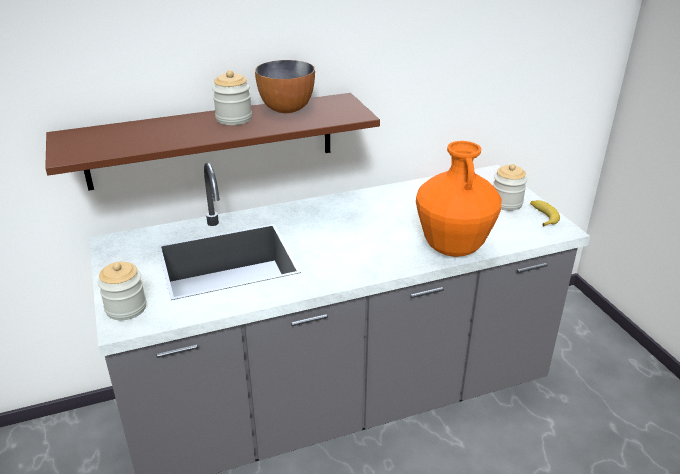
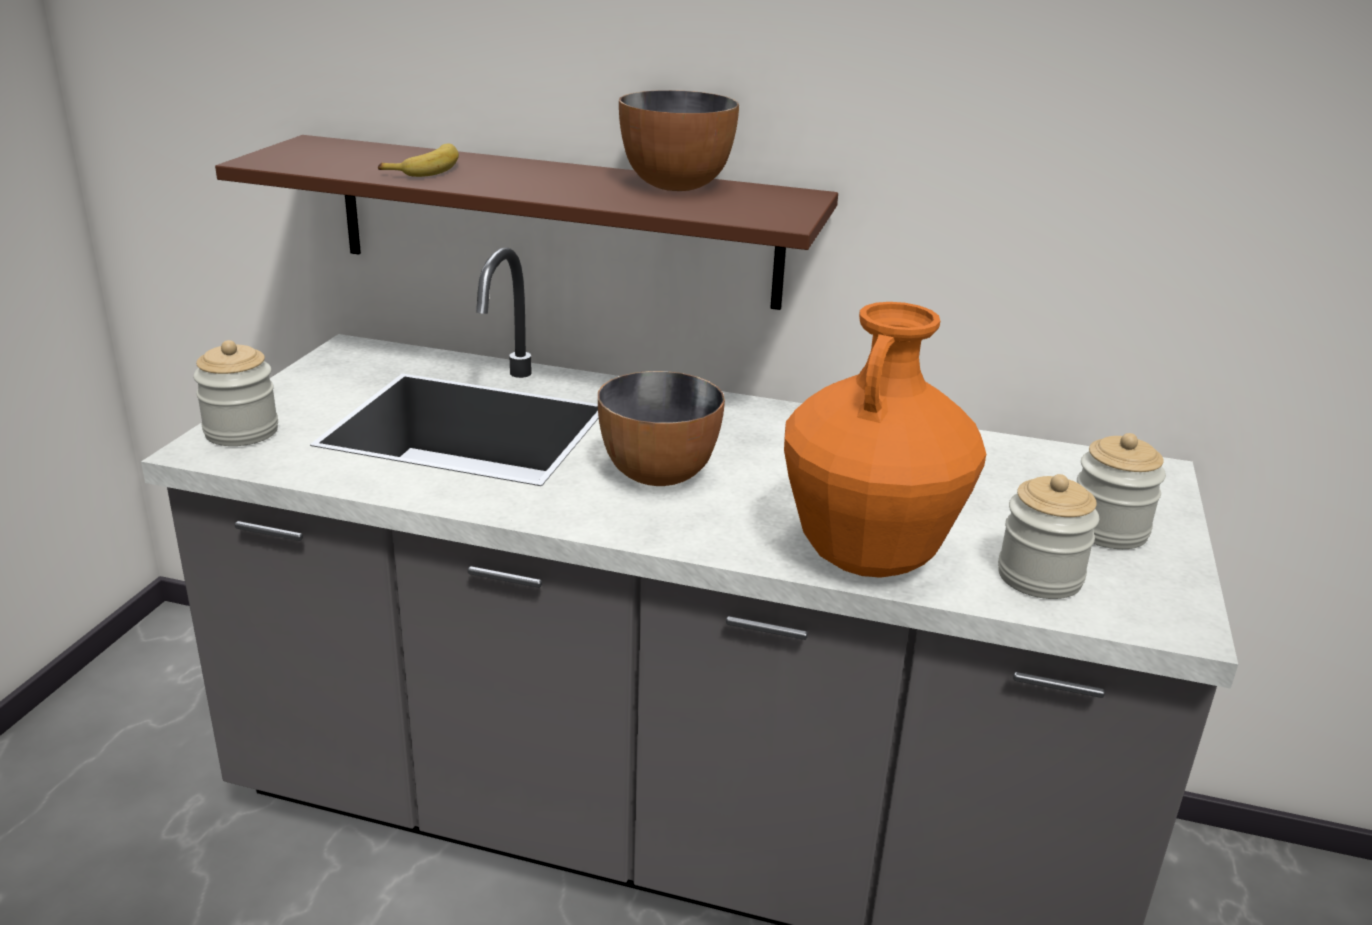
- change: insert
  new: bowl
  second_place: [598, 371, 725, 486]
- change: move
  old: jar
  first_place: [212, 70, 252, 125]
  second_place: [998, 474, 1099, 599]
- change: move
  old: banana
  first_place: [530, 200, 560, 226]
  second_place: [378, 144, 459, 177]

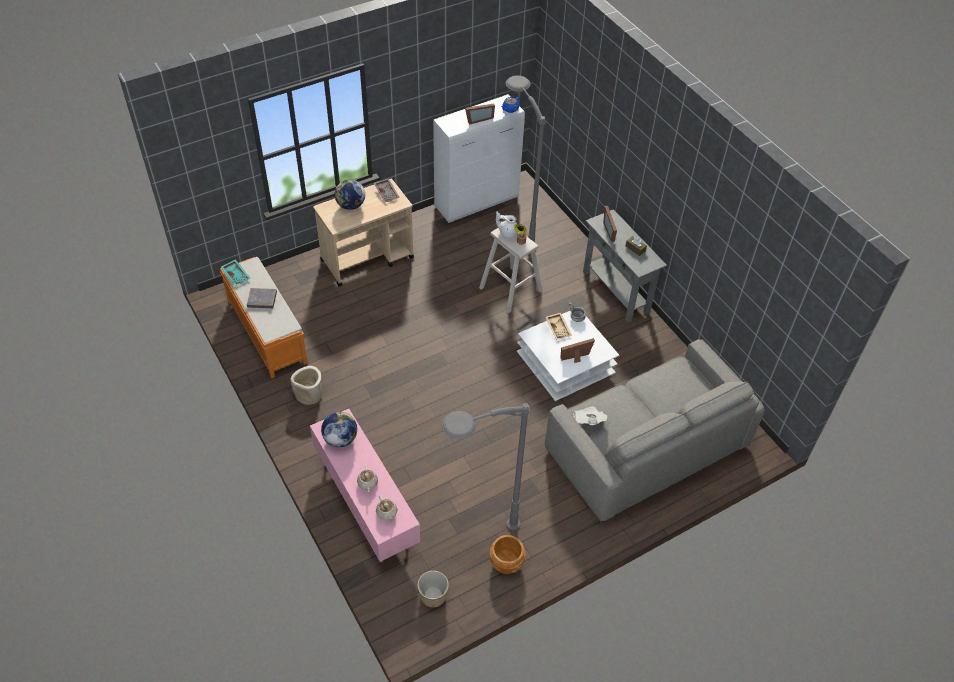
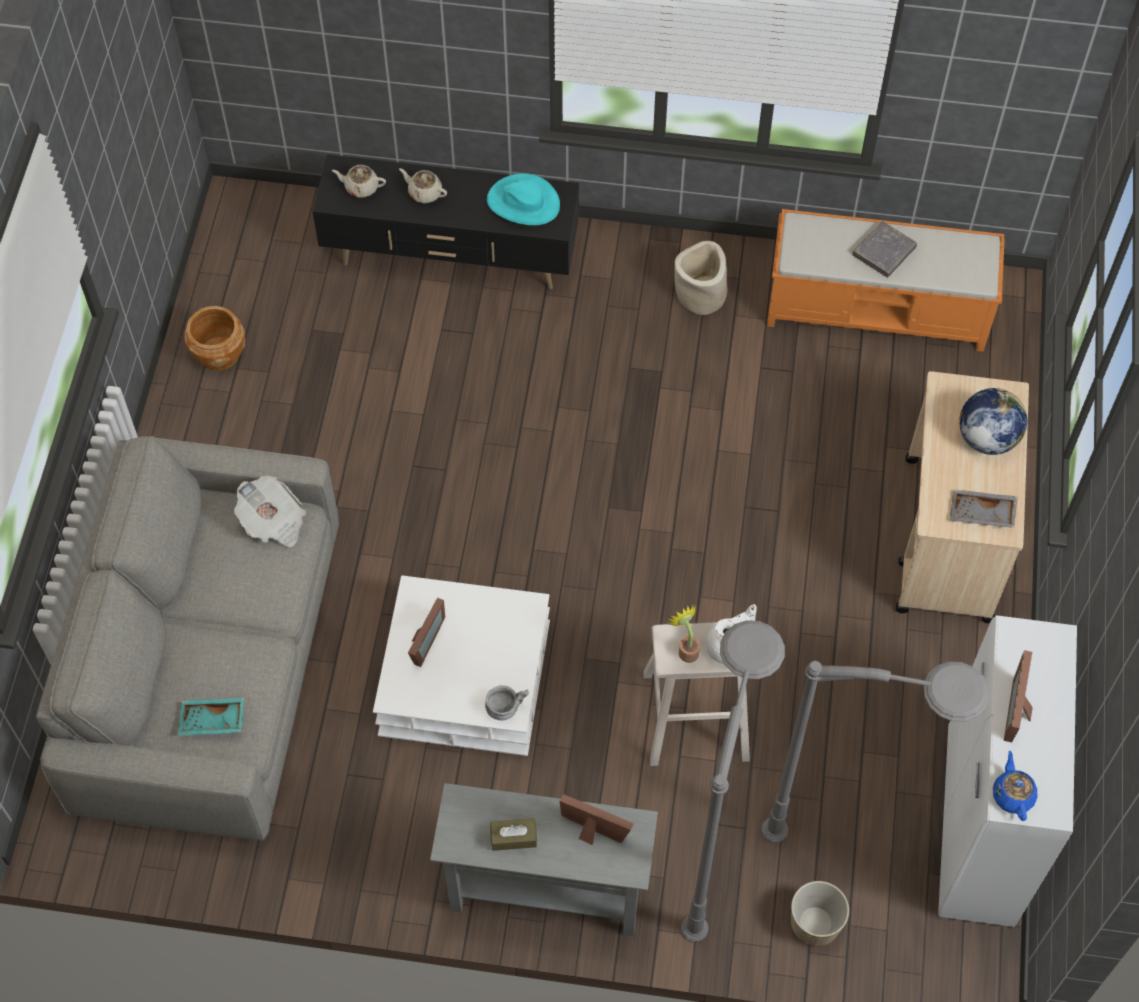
- change: delete
  old: beige tray
  first_place: [545, 312, 572, 340]
- change: move
  old: turquoise tray
  first_place: [221, 259, 250, 286]
  second_place: [178, 697, 244, 736]
- change: move
  old: planter
  first_place: [417, 571, 449, 608]
  second_place: [791, 881, 849, 946]
- change: move
  old: grey floor lamp
  first_place: [442, 403, 530, 530]
  second_place: [681, 620, 785, 942]
- change: replace
  old: globe
  new: turquoise hat
  first_place: [321, 412, 357, 448]
  second_place: [487, 173, 560, 225]
- change: recolor
  old: pink tv stand
  new: black tv stand
  first_place: [310, 409, 420, 563]
  second_place: [312, 154, 579, 290]

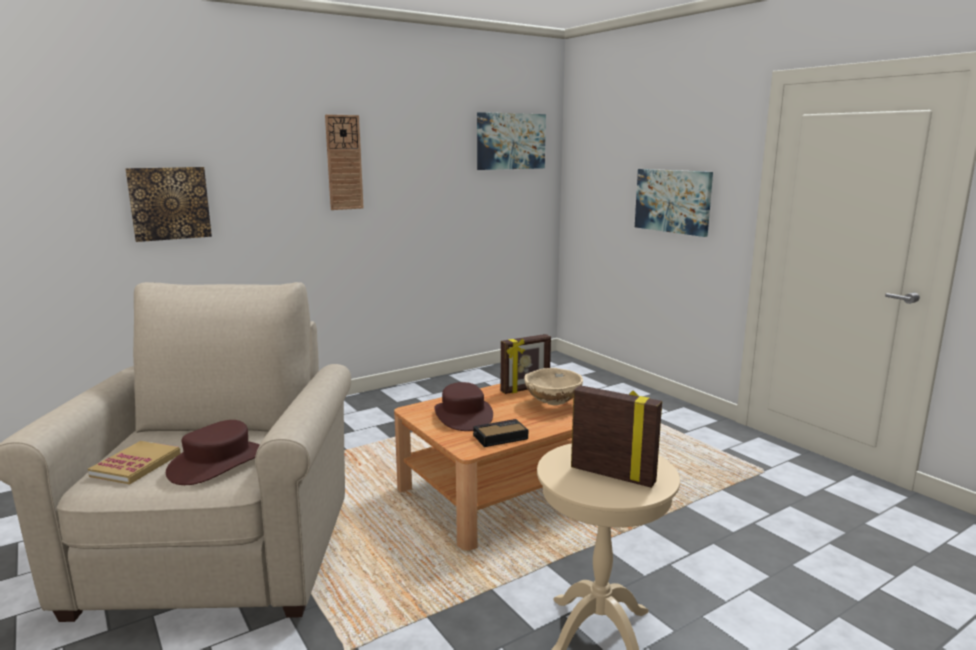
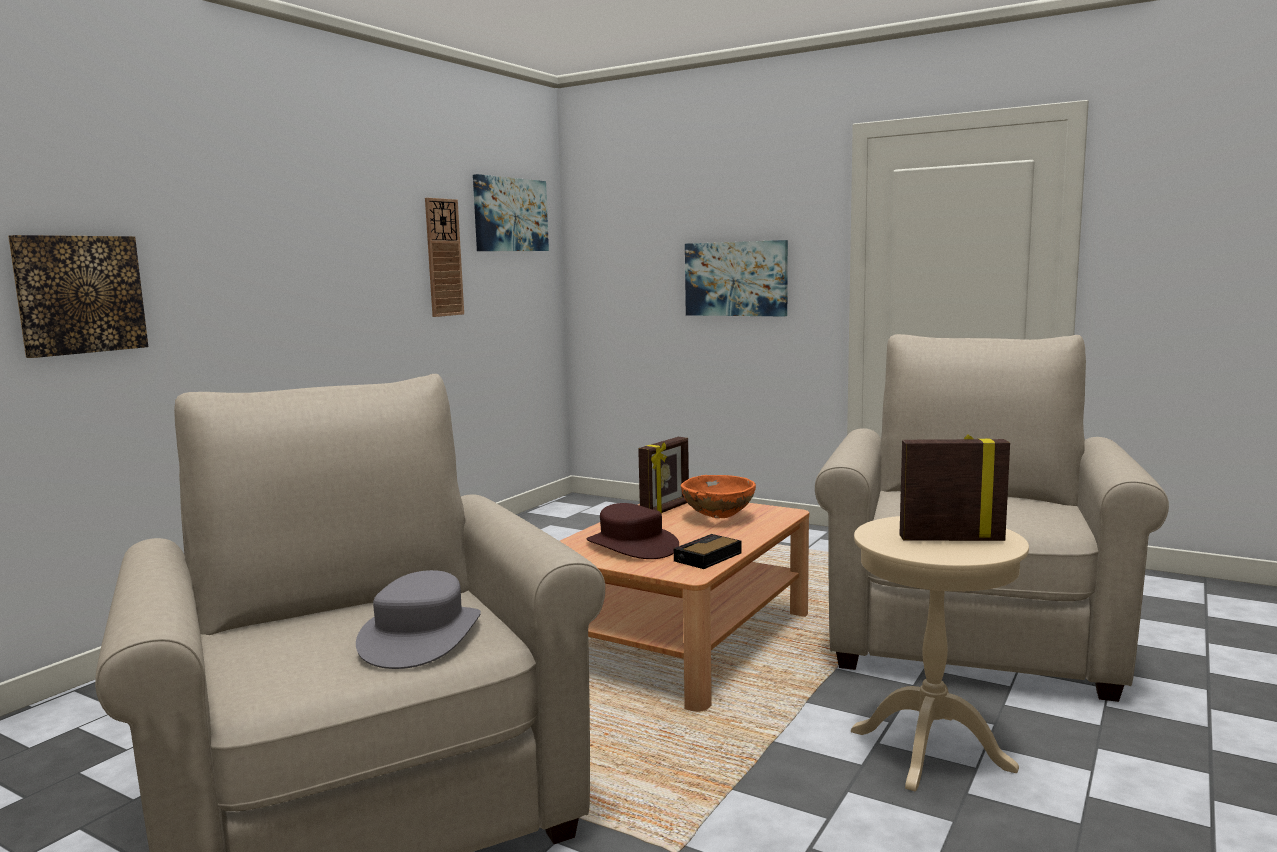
- change: delete
  old: book
  first_place: [88, 441, 181, 484]
- change: insert
  new: beige armchair
  second_place: [815, 334, 1169, 702]
- change: move
  old: wall clock
  first_place: [325, 114, 364, 210]
  second_place: [425, 198, 464, 317]
- change: recolor
  old: brown hat
  new: grey hat
  first_place: [166, 420, 260, 485]
  second_place: [356, 570, 481, 669]
- change: recolor
  old: beige bowl
  new: orange bowl
  first_place: [524, 368, 583, 405]
  second_place: [681, 475, 756, 518]

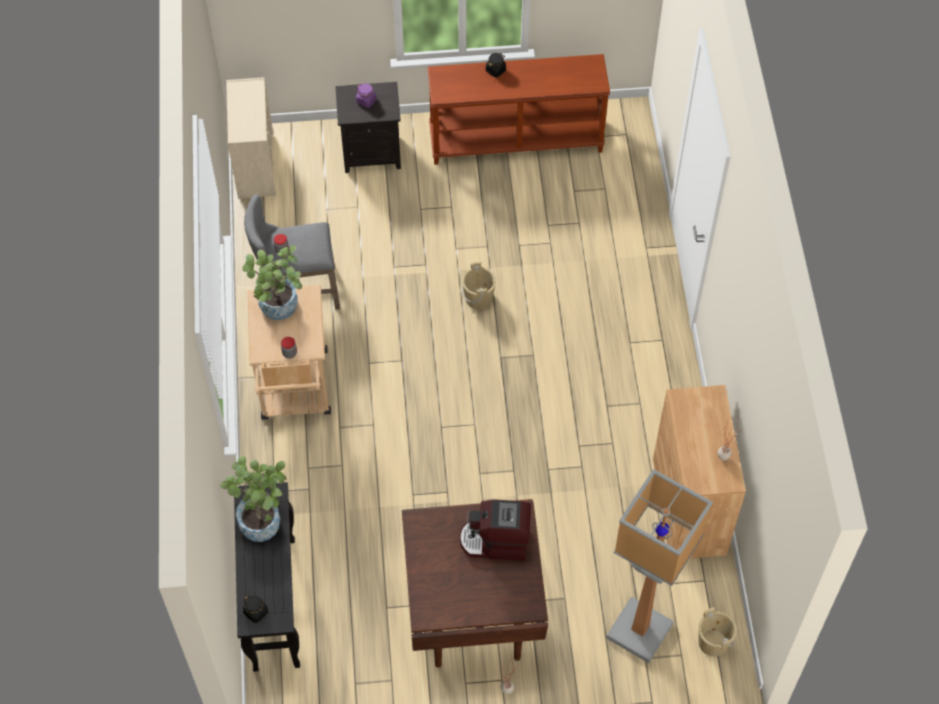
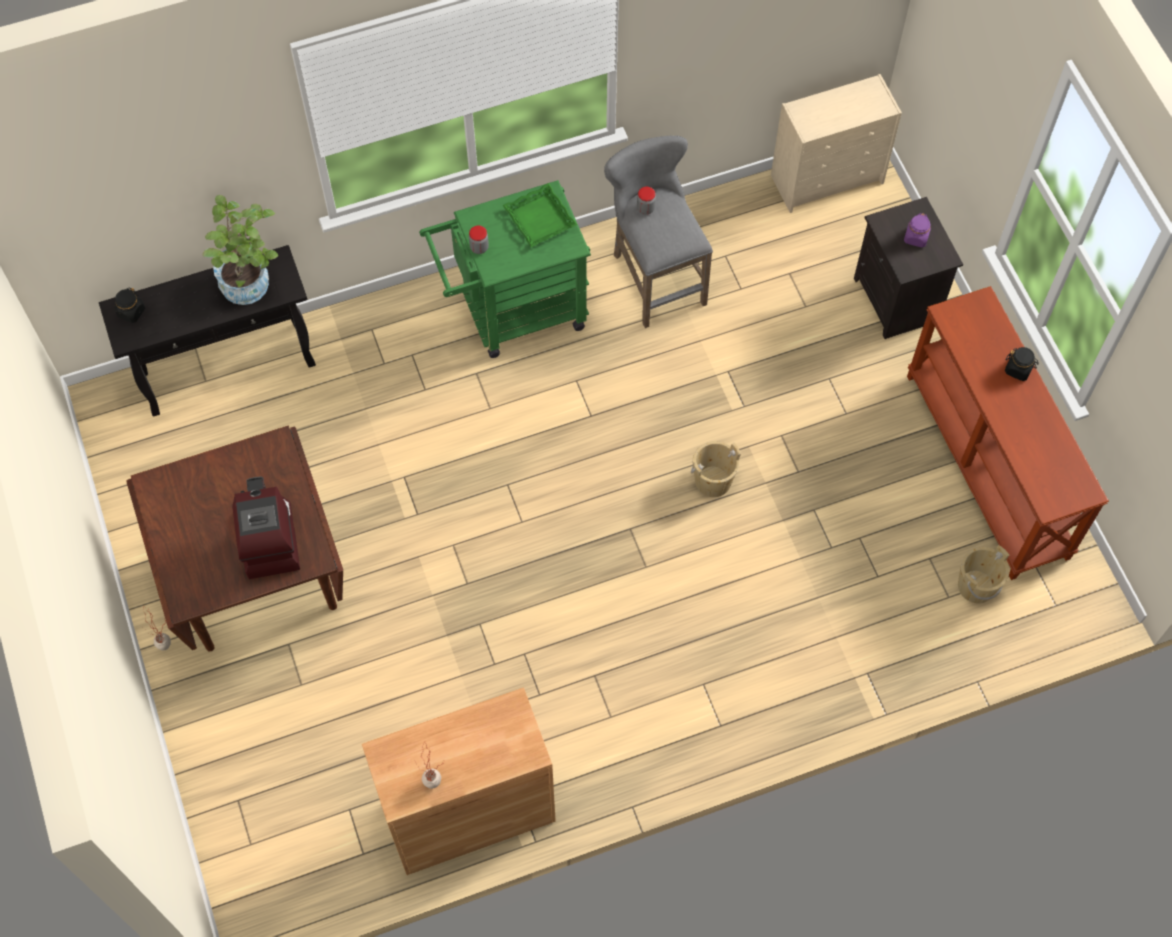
- change: delete
  old: floor lamp
  first_place: [606, 469, 713, 663]
- change: move
  old: beige bucket
  first_place: [698, 607, 737, 657]
  second_place: [958, 545, 1009, 603]
- change: replace
  old: potted plant
  new: green tray
  first_place: [242, 245, 302, 320]
  second_place: [502, 183, 578, 247]
- change: recolor
  old: beige cart
  new: green cart
  first_place: [247, 285, 331, 419]
  second_place: [419, 180, 591, 358]

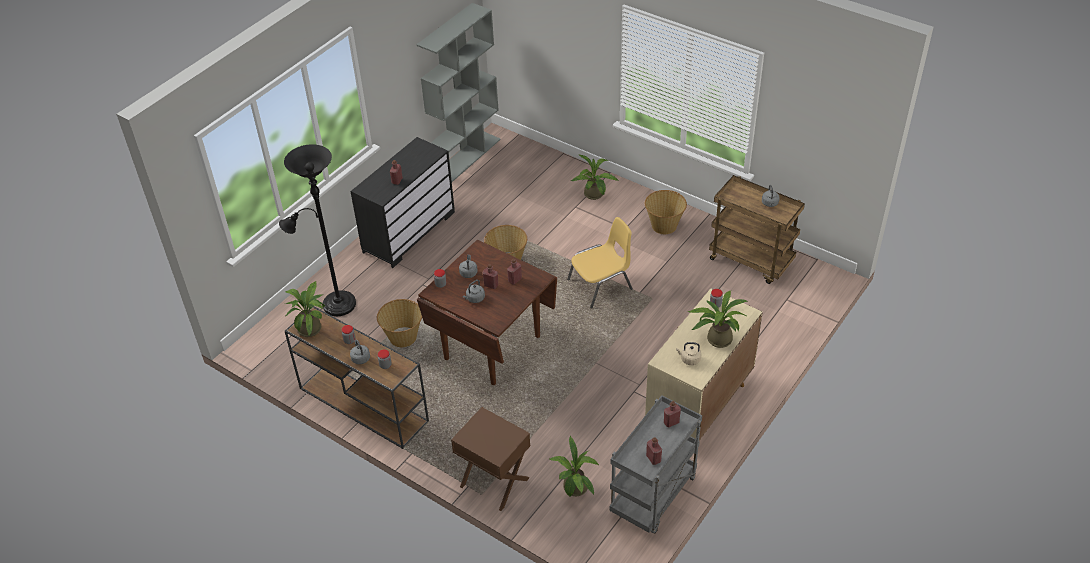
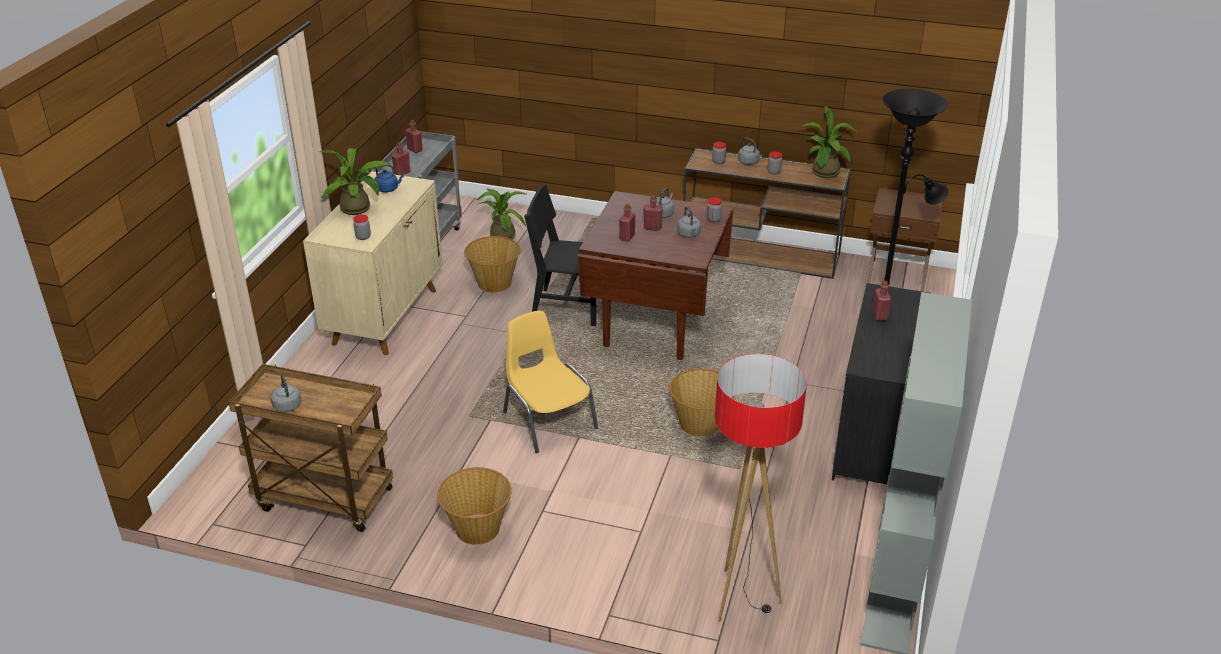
- change: delete
  old: potted plant
  first_place: [571, 155, 619, 200]
- change: insert
  new: black chair
  second_place: [524, 184, 601, 326]
- change: insert
  new: floor lamp
  second_place: [715, 354, 807, 622]
- change: move
  old: basket
  first_place: [377, 299, 422, 347]
  second_place: [464, 236, 521, 293]
- change: move
  old: brown nightstand
  first_place: [451, 407, 530, 511]
  second_place: [867, 188, 943, 292]
- change: recolor
  old: beige kettle
  new: blue kettle
  first_place: [676, 342, 701, 365]
  second_place: [375, 165, 404, 192]
- change: rotate
  old: yellow chair
  first_place: [567, 217, 633, 308]
  second_place: [503, 311, 598, 453]
  degrees: 105

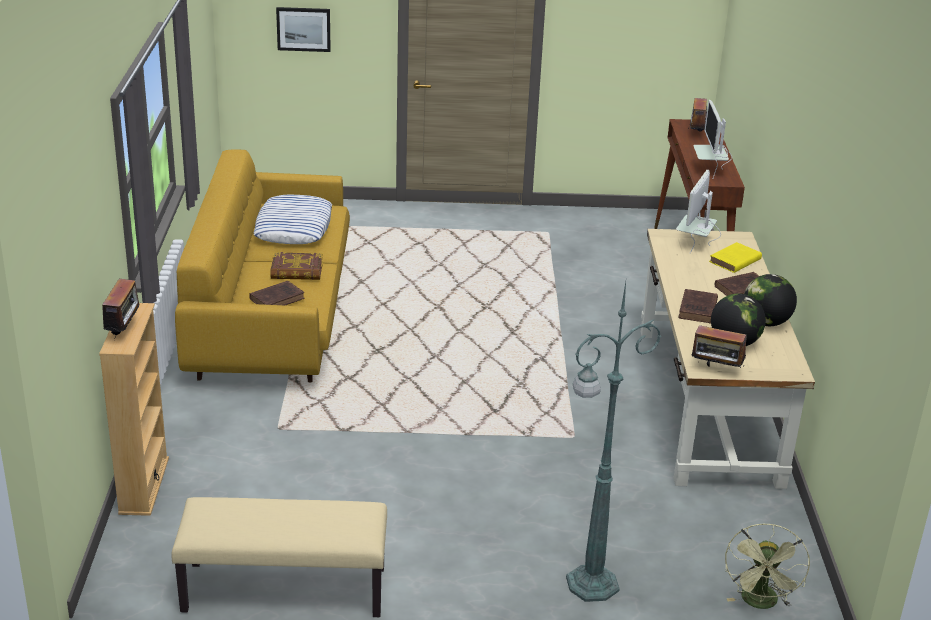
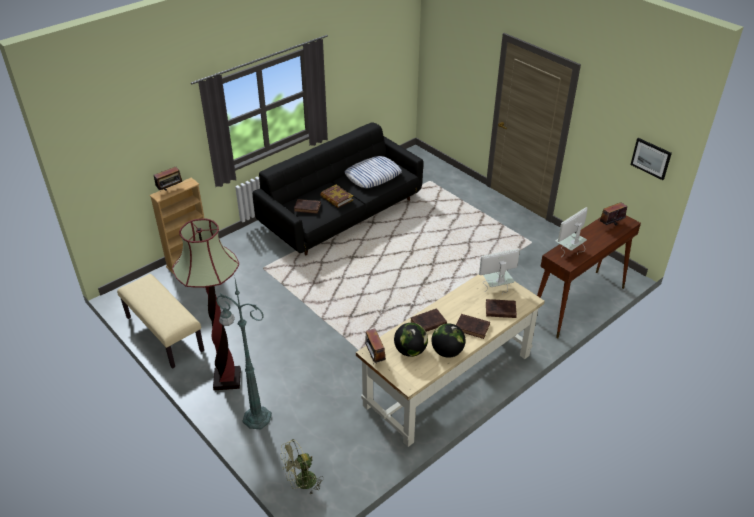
- change: insert
  new: floor lamp
  second_place: [172, 218, 241, 390]
- change: move
  old: picture
  first_place: [276, 7, 331, 52]
  second_place: [630, 138, 672, 180]
- change: recolor
  old: yellow sofa
  new: black sofa
  first_place: [175, 149, 350, 383]
  second_place: [253, 122, 423, 255]
- change: recolor
  old: yellow book
  new: brown book
  first_place: [709, 242, 762, 273]
  second_place: [486, 299, 517, 318]

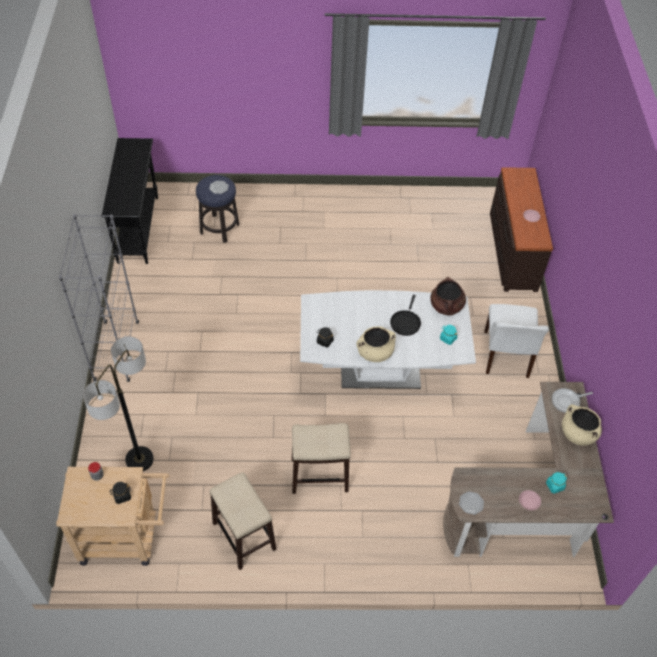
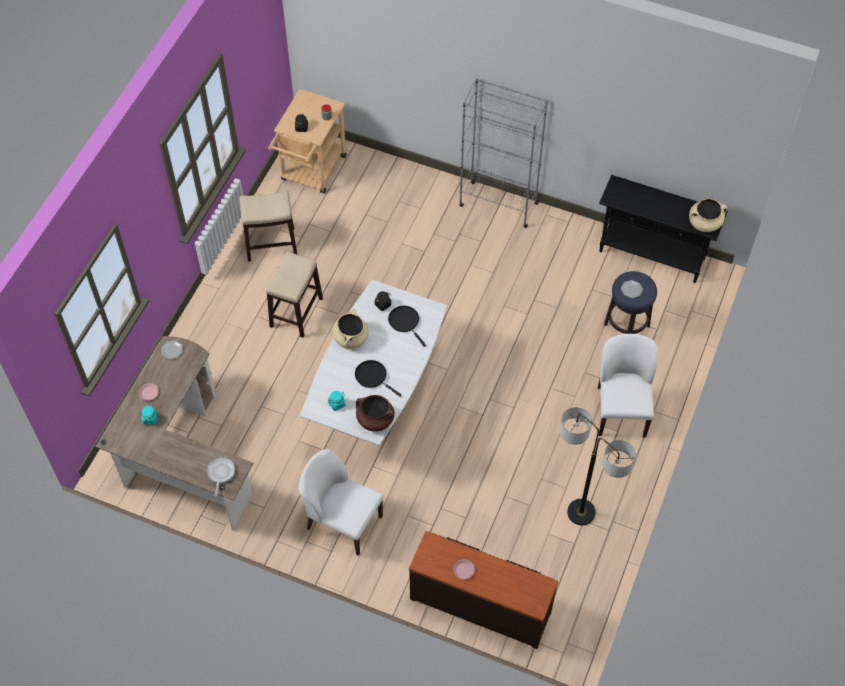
- change: insert
  new: black frying pan
  second_place: [388, 306, 426, 347]
- change: insert
  new: white chair
  second_place: [598, 334, 658, 438]
- change: move
  old: floor lamp
  first_place: [83, 336, 154, 471]
  second_place: [560, 407, 636, 525]
- change: move
  old: beige cooking pot
  first_place: [562, 404, 602, 446]
  second_place: [689, 198, 727, 232]

